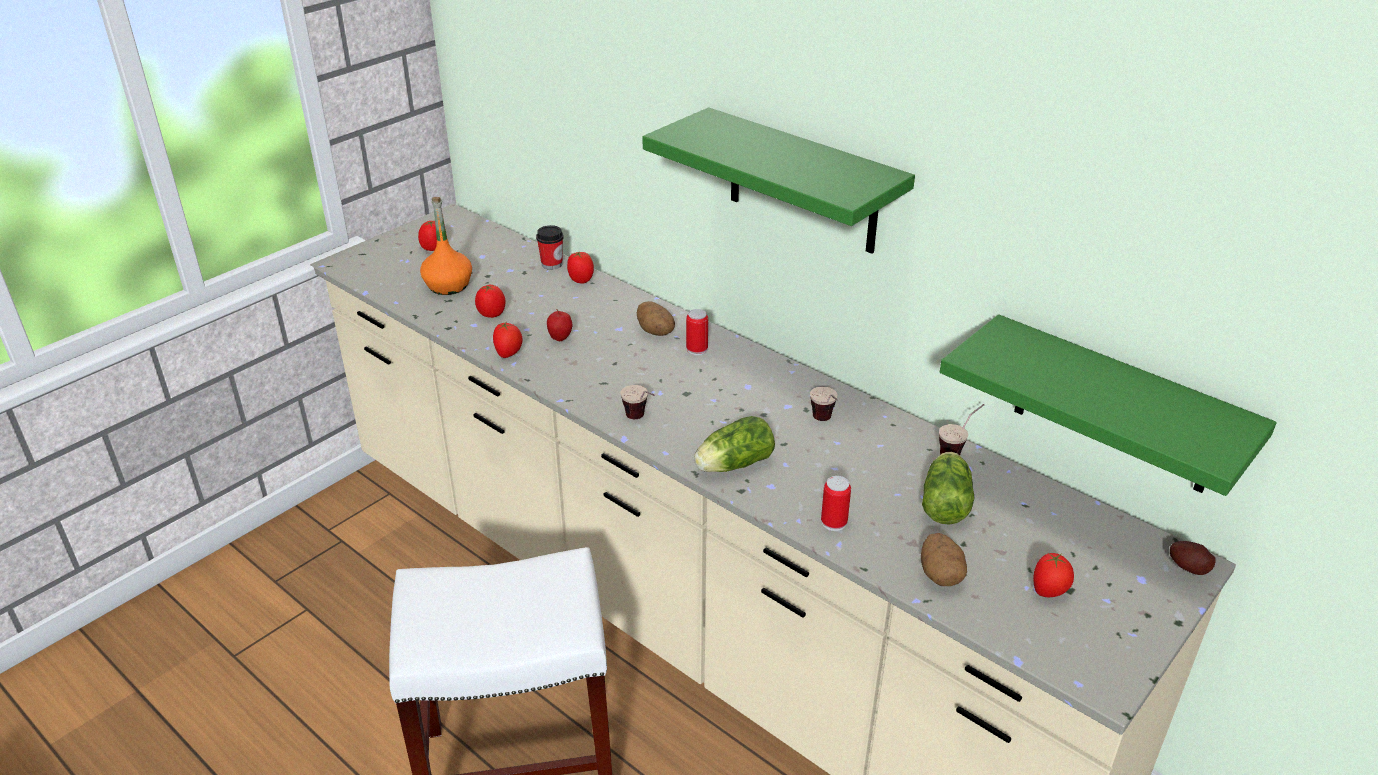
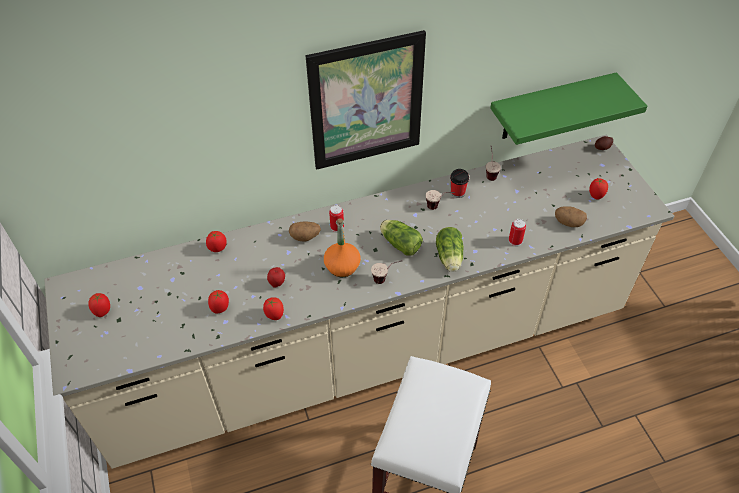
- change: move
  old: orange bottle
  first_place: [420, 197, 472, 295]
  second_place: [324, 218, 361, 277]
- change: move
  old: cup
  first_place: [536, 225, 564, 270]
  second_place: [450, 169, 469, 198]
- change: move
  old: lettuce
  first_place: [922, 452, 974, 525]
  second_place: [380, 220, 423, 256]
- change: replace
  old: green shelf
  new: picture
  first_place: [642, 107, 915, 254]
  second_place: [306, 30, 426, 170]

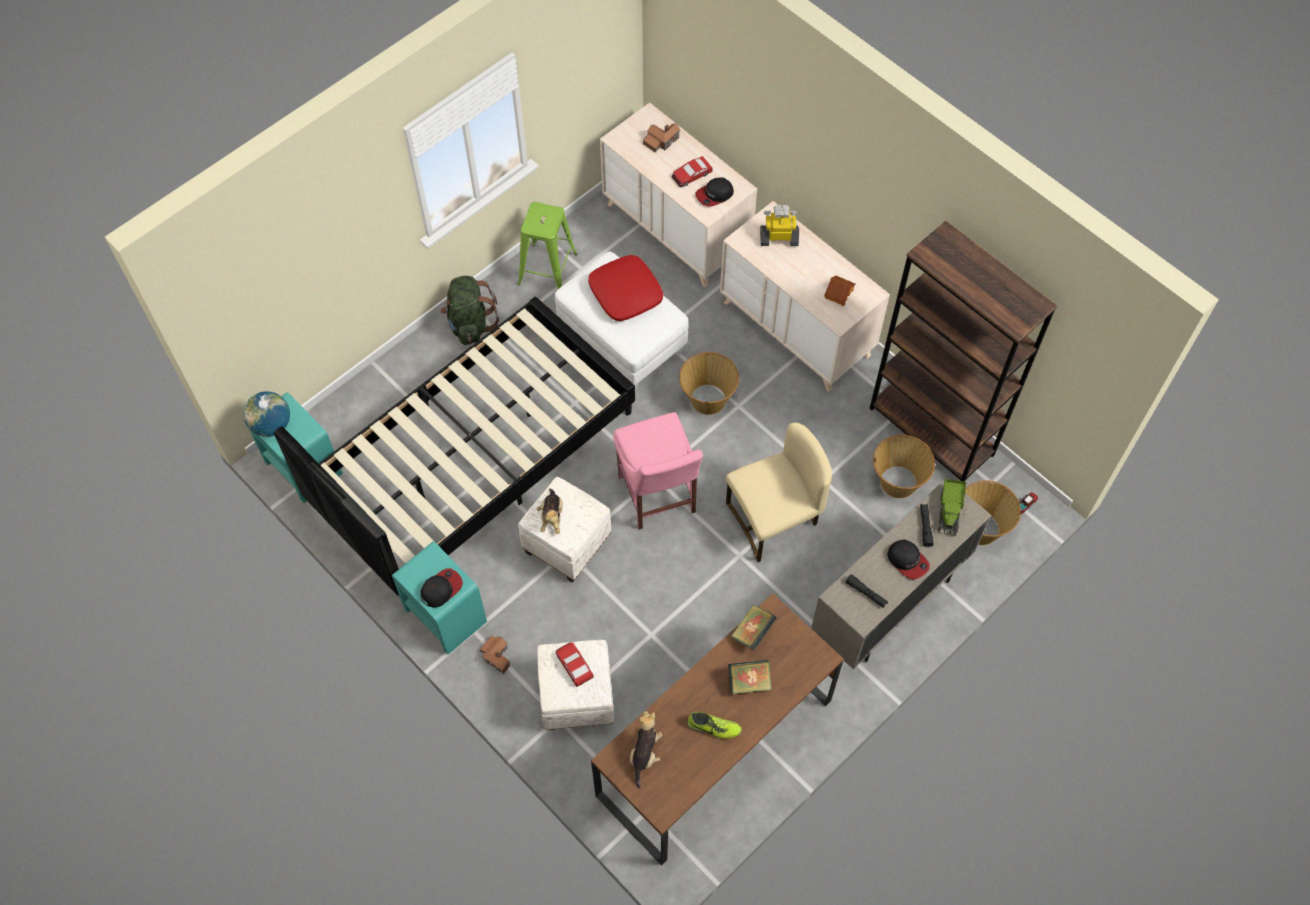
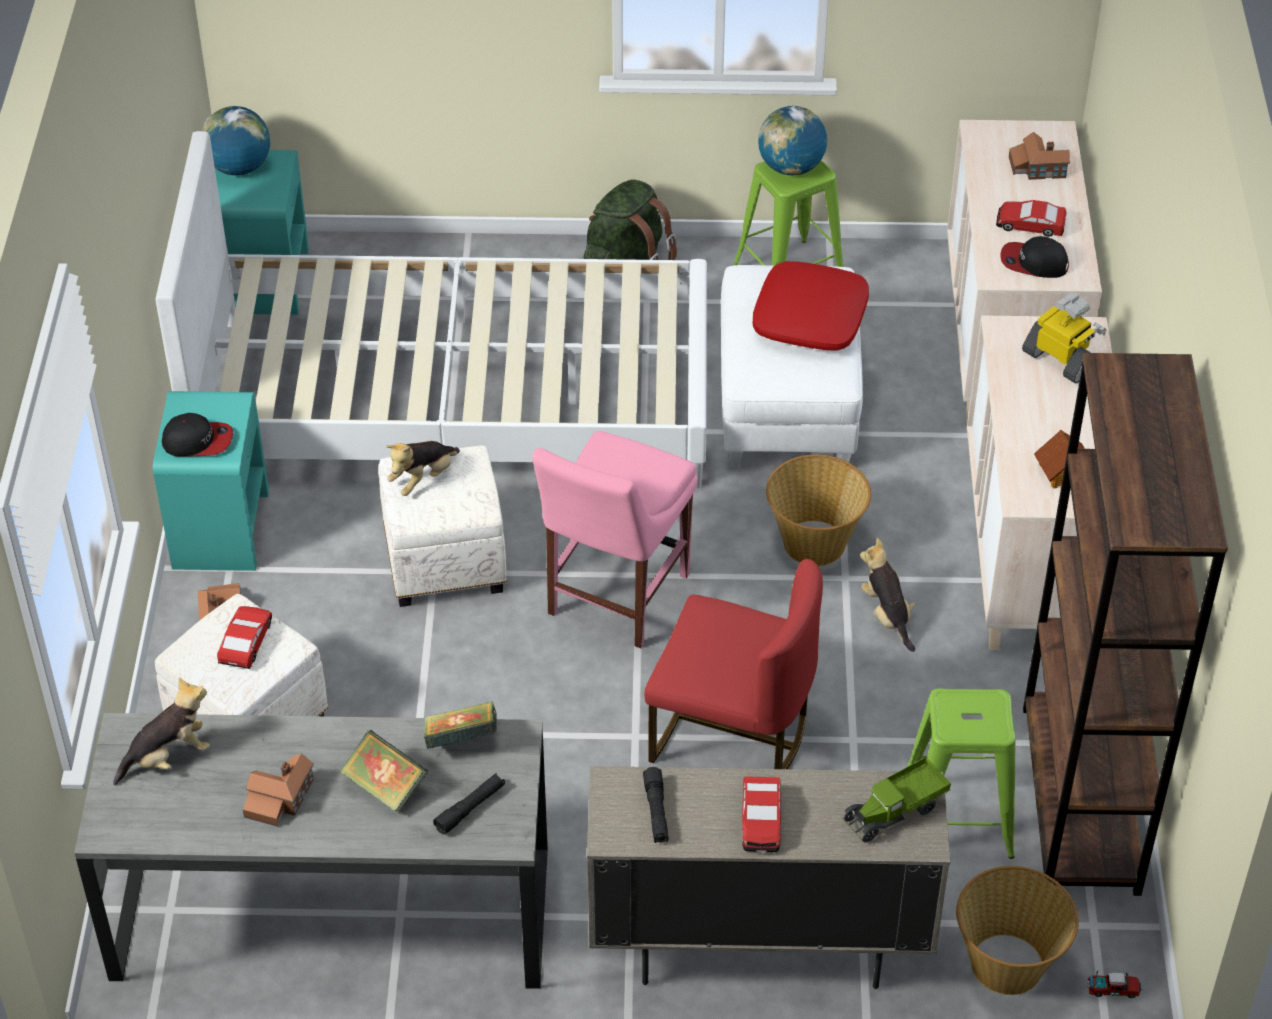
- change: insert
  new: globe
  second_place: [758, 106, 827, 175]
- change: insert
  new: plush toy
  second_place: [860, 538, 915, 652]
- change: move
  old: black flashlight
  first_place: [920, 504, 934, 547]
  second_place: [433, 773, 505, 834]
- change: replace
  old: shoe
  new: toy house
  first_place: [688, 712, 742, 739]
  second_place: [242, 754, 314, 827]
- change: replace
  old: basket
  new: green stool
  first_place: [873, 435, 935, 498]
  second_place: [908, 688, 1016, 859]
- change: replace
  old: cap
  new: toy car
  first_place: [887, 539, 930, 580]
  second_place: [742, 776, 781, 852]
- change: recolor
  old: black bed
  new: white bed
  first_place: [274, 297, 635, 597]
  second_place: [156, 131, 707, 489]
- change: recolor
  old: brown desk
  new: grey desk
  first_place: [591, 593, 844, 866]
  second_place: [74, 713, 548, 989]
- change: recolor
  old: beige chair
  new: red chair
  first_place: [726, 423, 832, 562]
  second_place: [644, 559, 823, 769]

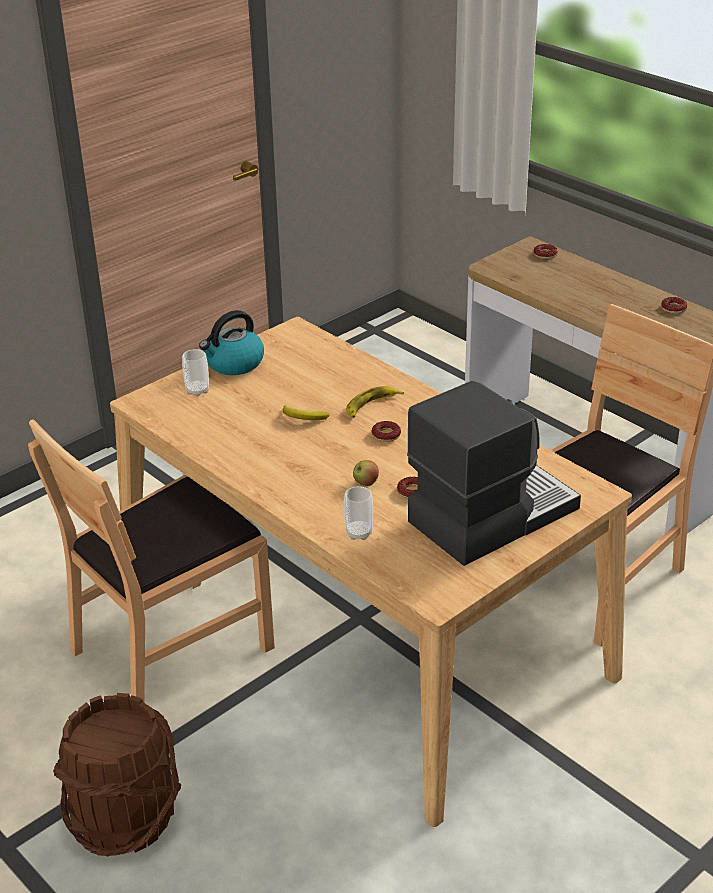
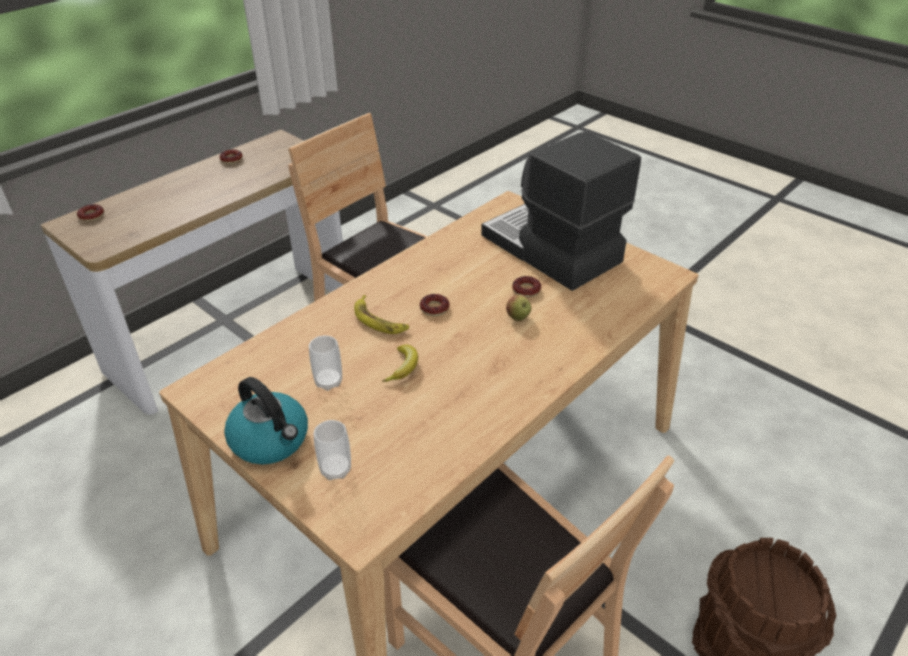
- change: move
  old: cup
  first_place: [344, 486, 373, 540]
  second_place: [309, 335, 342, 391]

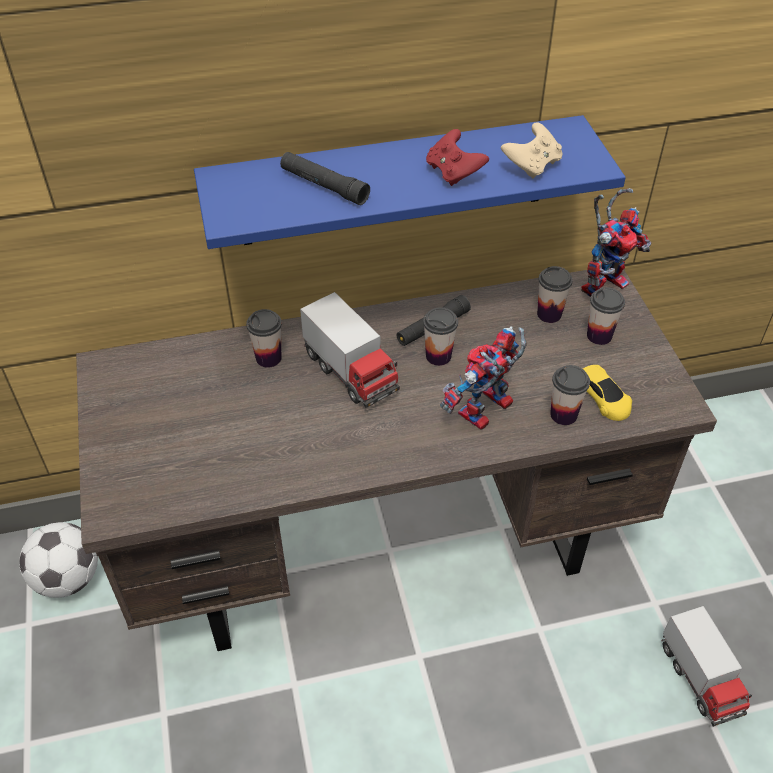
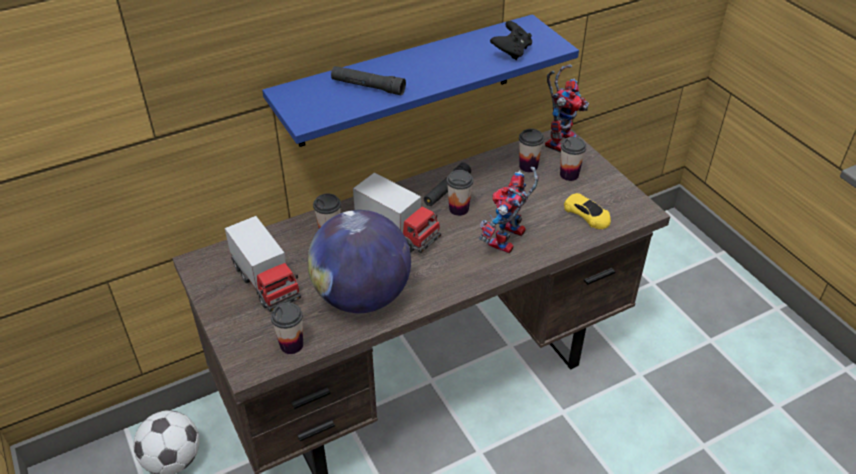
- change: delete
  old: red game controller
  first_place: [426, 129, 489, 186]
- change: insert
  new: globe
  second_place: [307, 210, 411, 313]
- change: move
  old: cup
  first_place: [550, 365, 590, 425]
  second_place: [271, 303, 303, 354]
- change: move
  old: toy truck
  first_place: [662, 606, 752, 727]
  second_place: [225, 216, 301, 312]
- change: recolor
  old: beige game controller
  new: black game controller
  first_place: [501, 122, 562, 179]
  second_place: [490, 21, 532, 60]

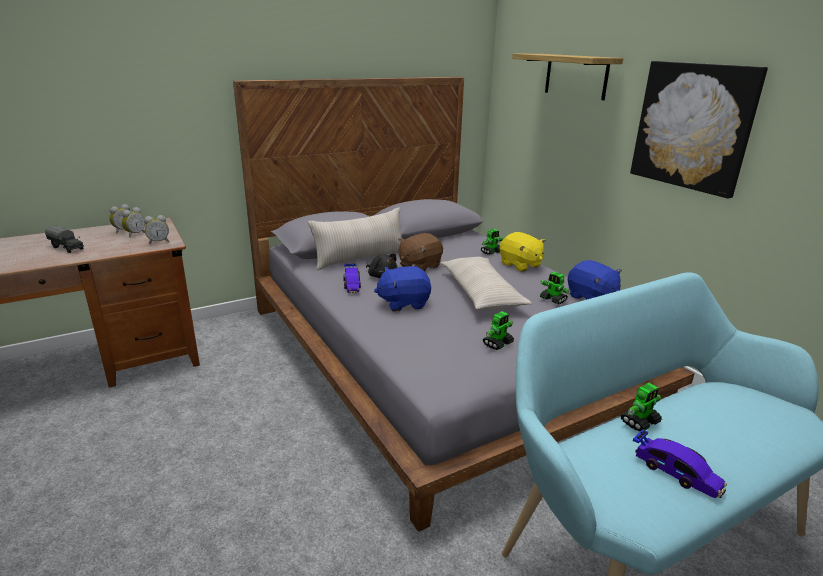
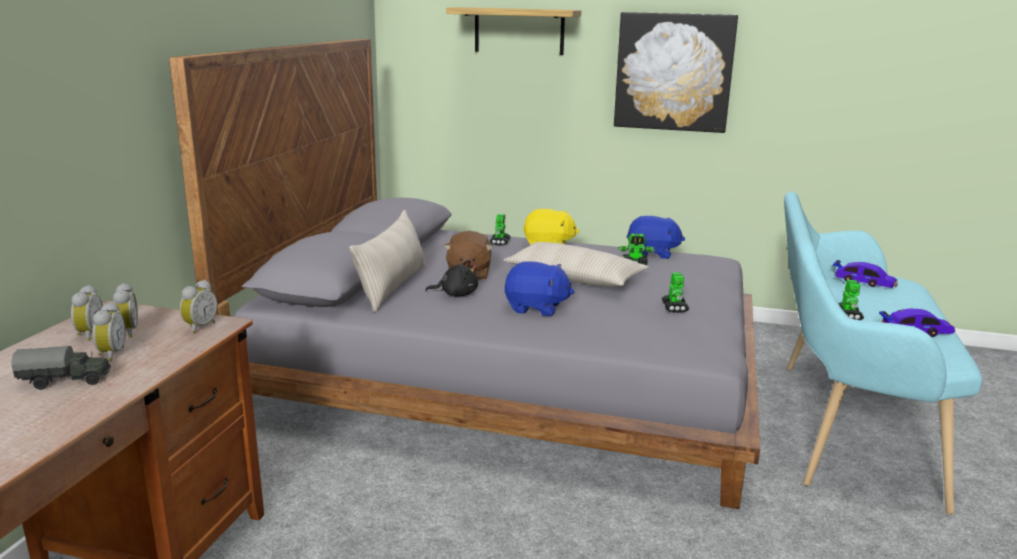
- change: insert
  new: alarm clock
  second_place: [92, 302, 126, 361]
- change: move
  old: toy car
  first_place: [343, 263, 361, 293]
  second_place: [833, 260, 898, 288]
- change: rotate
  old: blue plush toy
  first_place: [374, 266, 431, 312]
  second_place: [505, 261, 574, 316]
  degrees: -105

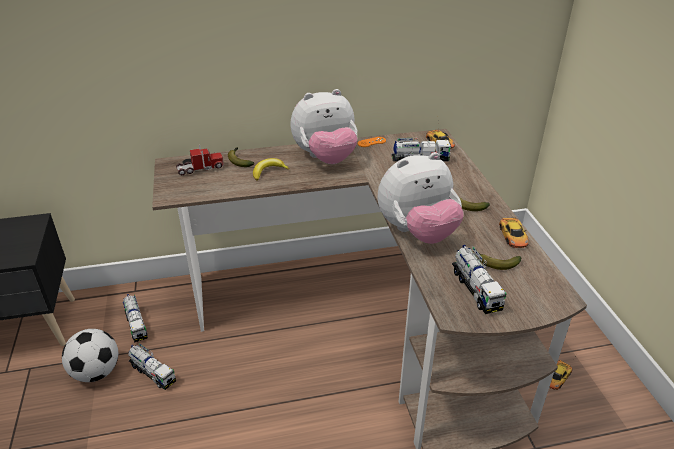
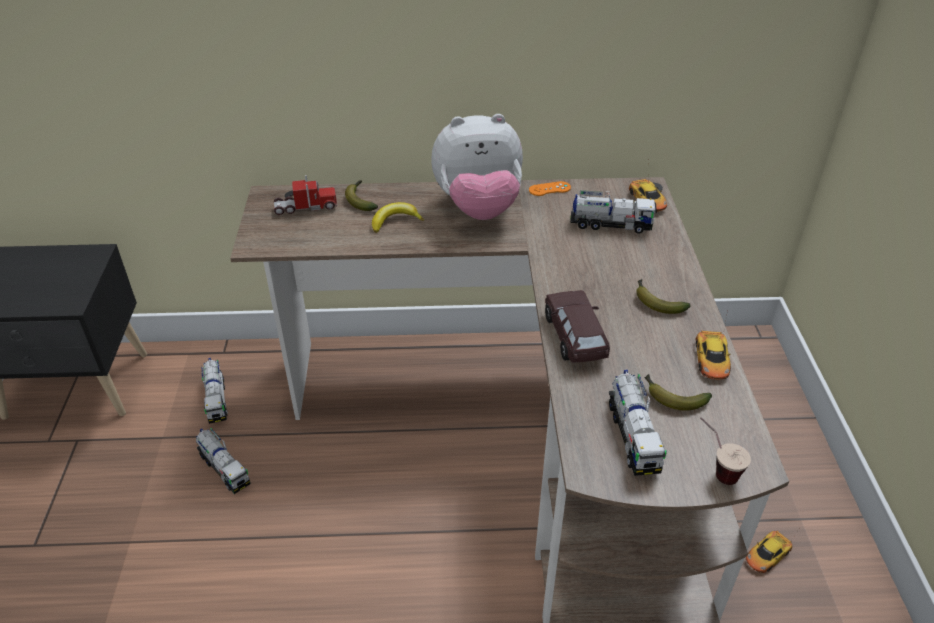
- change: delete
  old: football
  first_place: [62, 329, 118, 382]
- change: insert
  new: cup
  second_place: [700, 417, 751, 485]
- change: replace
  old: plush toy
  new: brown toy car
  first_place: [378, 152, 464, 244]
  second_place: [545, 290, 610, 363]

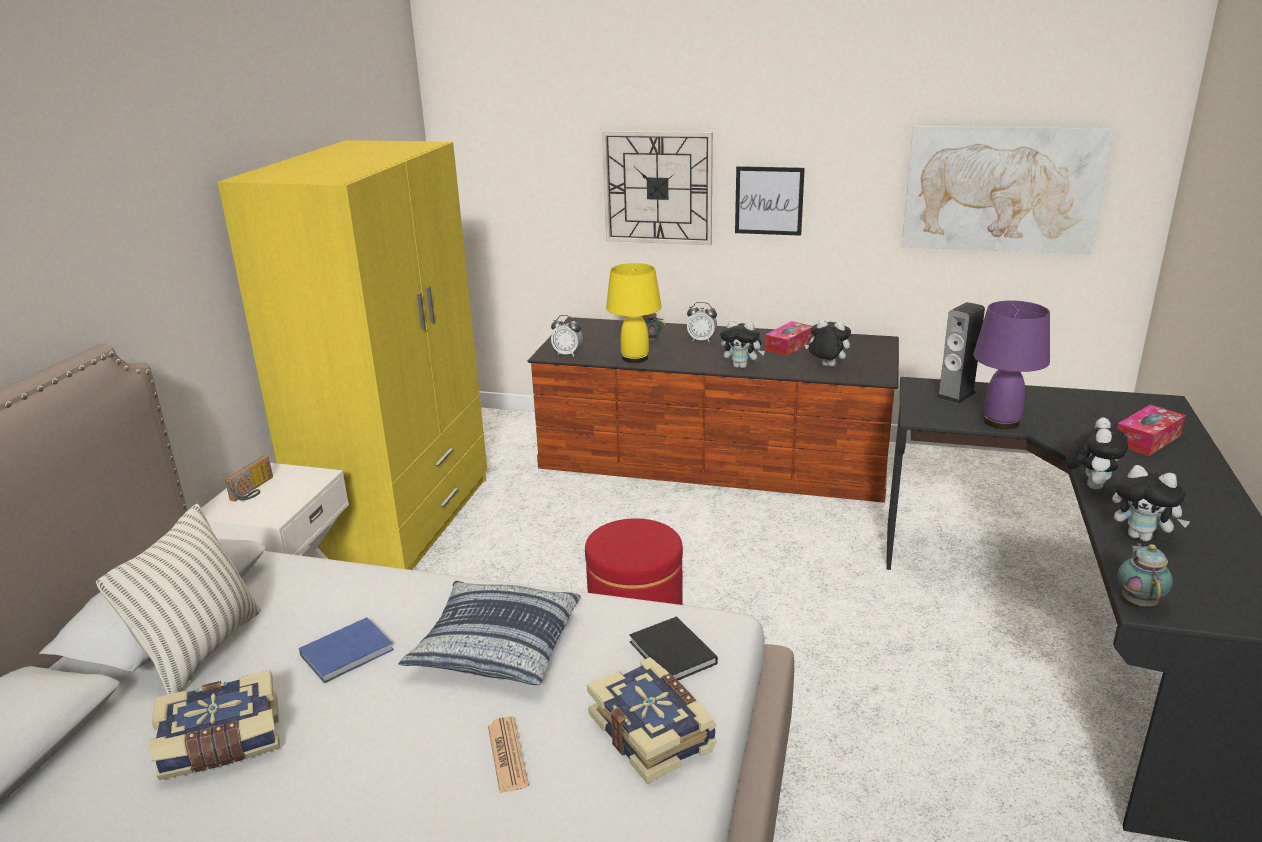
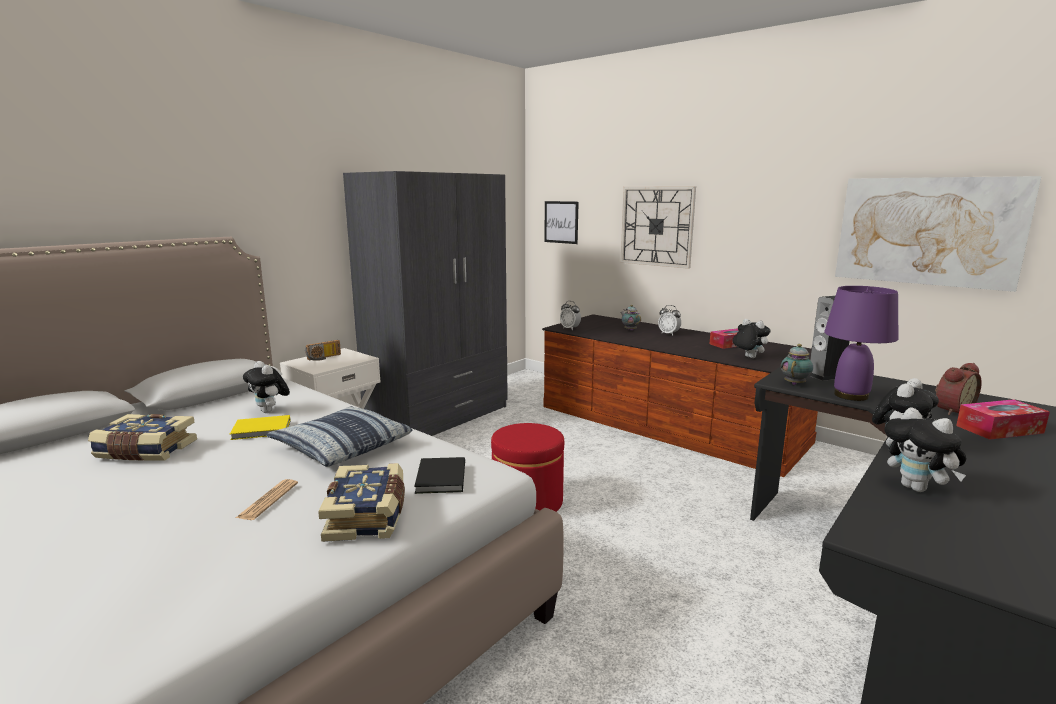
- change: delete
  old: pillow
  first_place: [96, 504, 261, 695]
- change: delete
  old: yellow table lamp
  first_place: [606, 263, 662, 363]
- change: insert
  new: alarm clock
  second_place: [935, 363, 982, 415]
- change: move
  old: plush toy
  first_place: [720, 320, 765, 369]
  second_place: [243, 361, 290, 413]
- change: move
  old: picture
  first_place: [735, 166, 805, 236]
  second_place: [544, 201, 579, 244]
- change: move
  old: teapot
  first_place: [1118, 543, 1173, 607]
  second_place: [781, 344, 813, 385]
- change: recolor
  old: yellow wardrobe
  new: grey wardrobe
  first_place: [218, 140, 487, 570]
  second_place: [343, 171, 508, 436]
- change: recolor
  old: blue book
  new: yellow book
  first_place: [299, 617, 394, 683]
  second_place: [230, 415, 291, 440]

